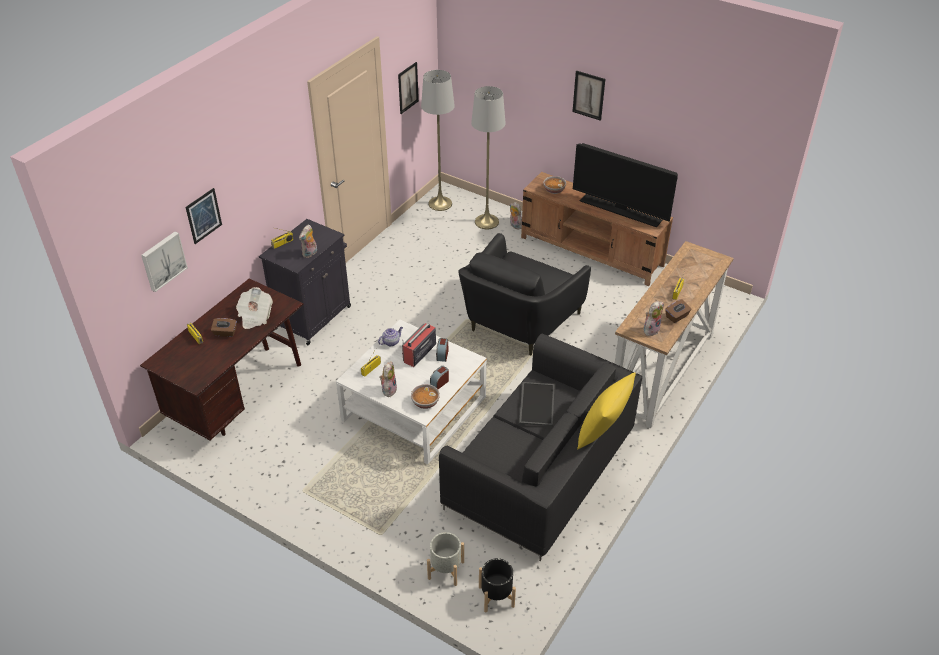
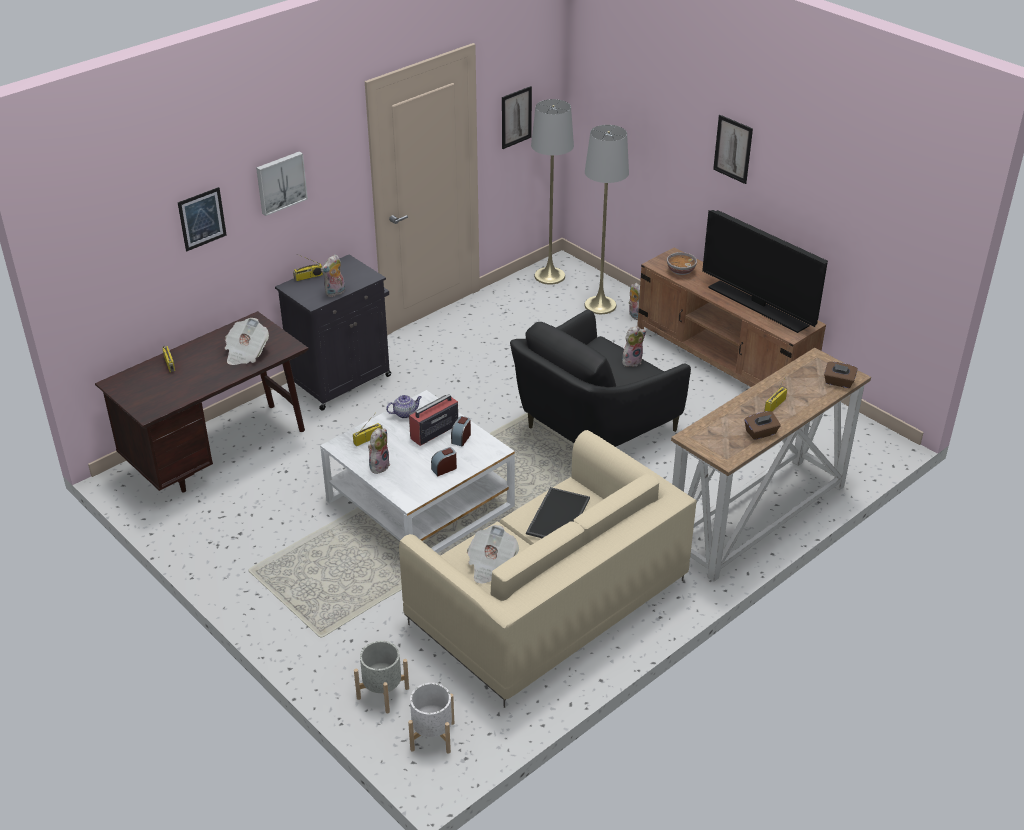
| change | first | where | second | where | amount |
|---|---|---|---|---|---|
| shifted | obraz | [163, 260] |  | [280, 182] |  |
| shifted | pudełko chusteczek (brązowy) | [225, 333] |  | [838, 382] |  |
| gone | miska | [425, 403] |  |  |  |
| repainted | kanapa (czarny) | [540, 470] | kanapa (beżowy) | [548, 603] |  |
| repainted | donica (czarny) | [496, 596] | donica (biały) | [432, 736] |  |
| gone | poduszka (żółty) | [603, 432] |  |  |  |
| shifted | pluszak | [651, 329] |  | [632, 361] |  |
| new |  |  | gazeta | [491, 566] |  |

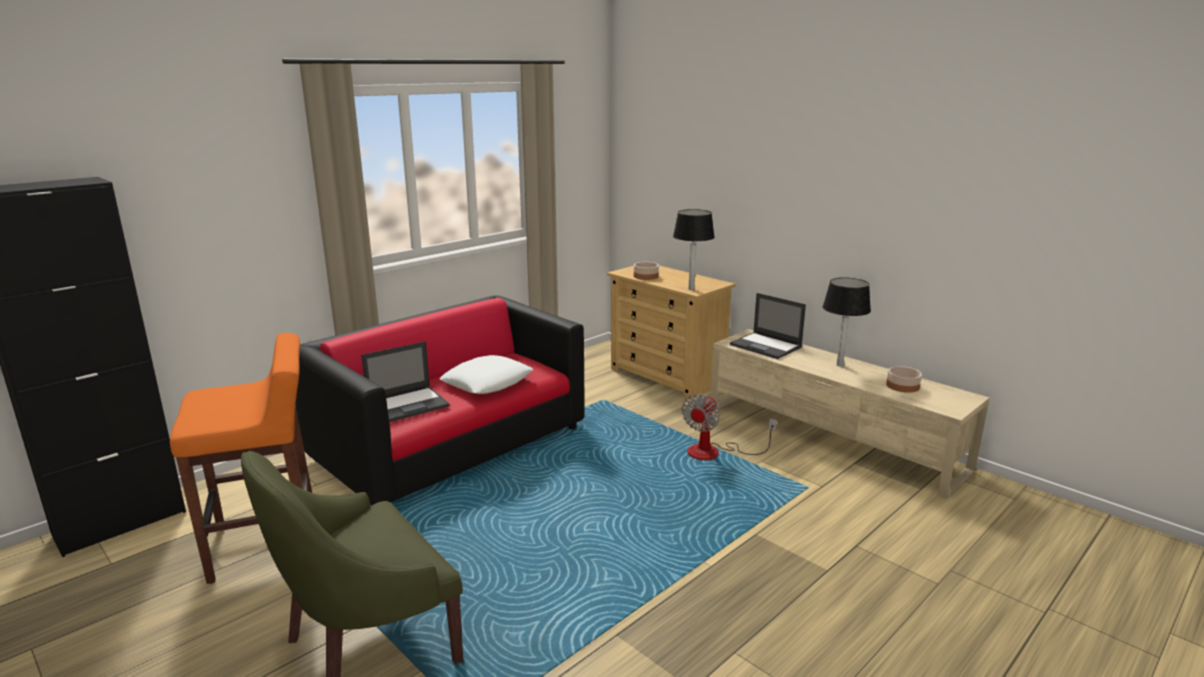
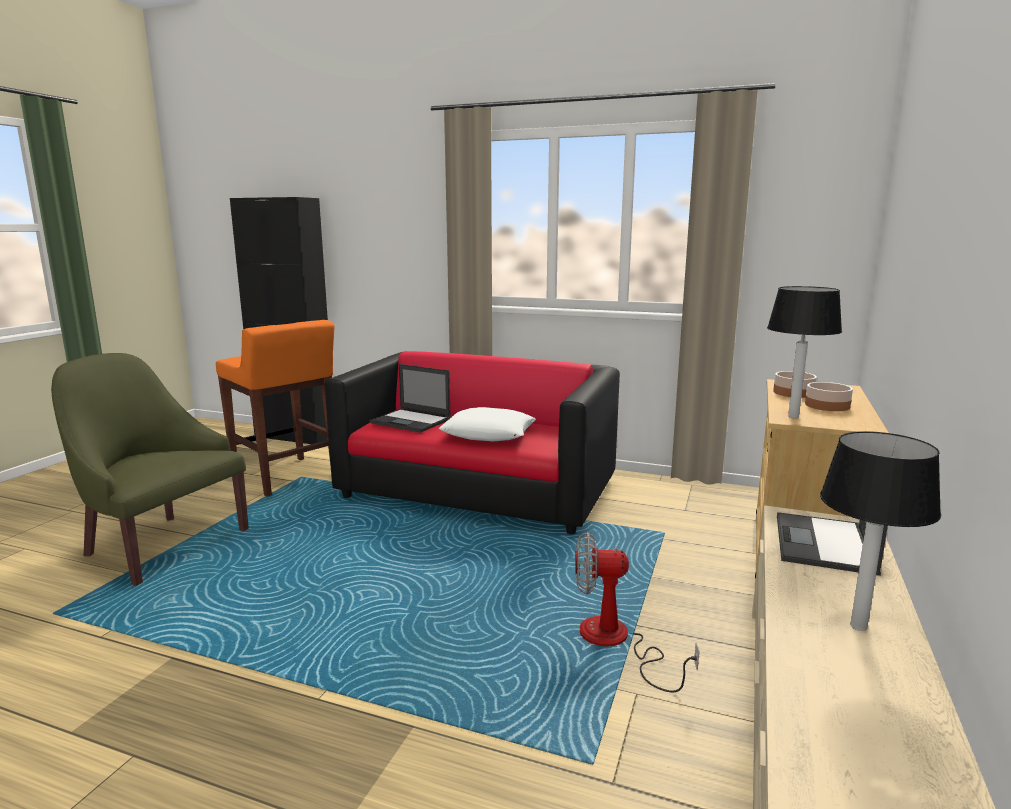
| change | first | where | second | where | amount |
|---|---|---|---|---|---|
| shifted | miska | [902, 386] |  | [827, 405] |  |

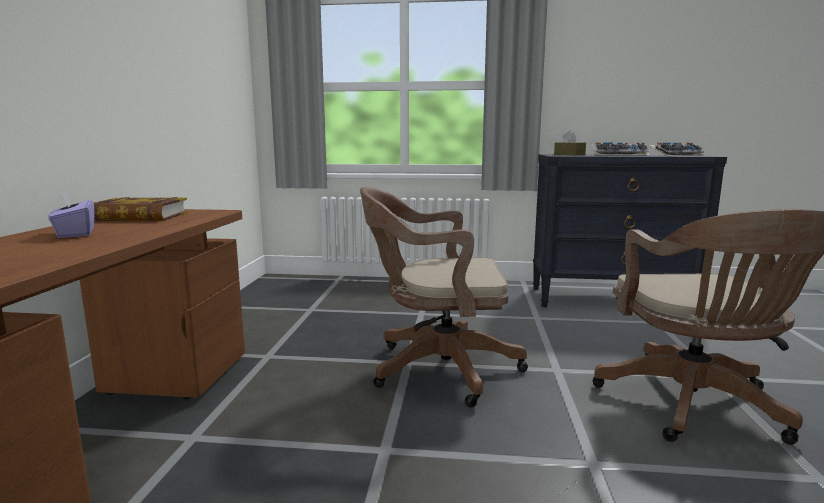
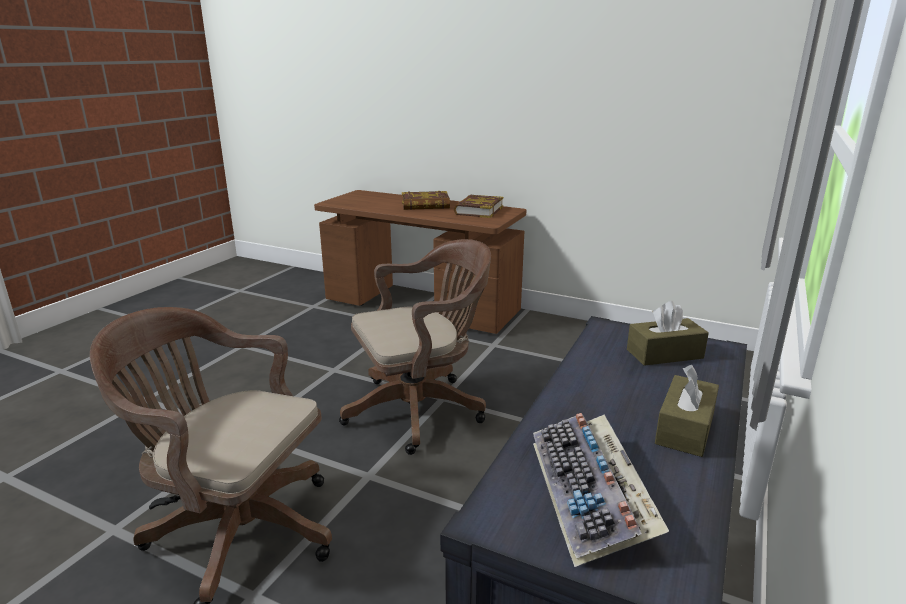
| change | first | where | second | where | amount |
|---|---|---|---|---|---|
| swapped | pudełko chusteczek (fioletowy) | [75, 234] | książka | [425, 205] |  |
| rotated | krzesło biurowe (brązowy) | [437, 368] |  | [421, 409] | 45 degrees clockwise |
| swapped | klawiatura | [620, 154] | pudełko chusteczek (brązowy) | [685, 429] |  |

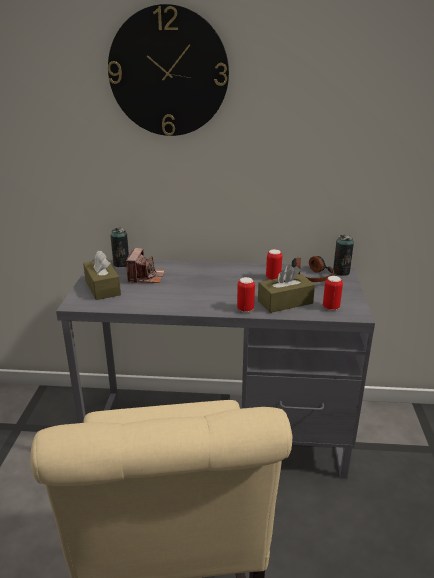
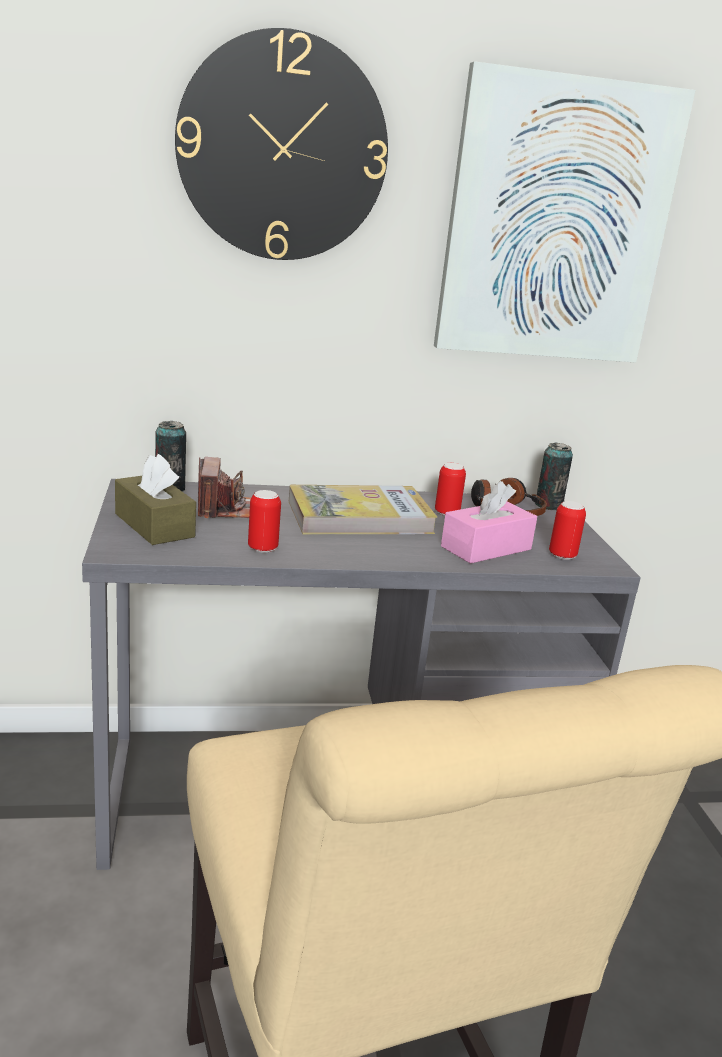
| change | first | where | second | where | amount |
|---|---|---|---|---|---|
| shifted | puszka | [245, 309] |  | [262, 548] |  |
| repainted | pudełko chusteczek (brązowy) | [285, 302] | pudełko chusteczek (różowy) | [486, 548] |  |
| new |  |  | książka | [359, 517] |  |
| new |  |  | obraz | [556, 222] |  |

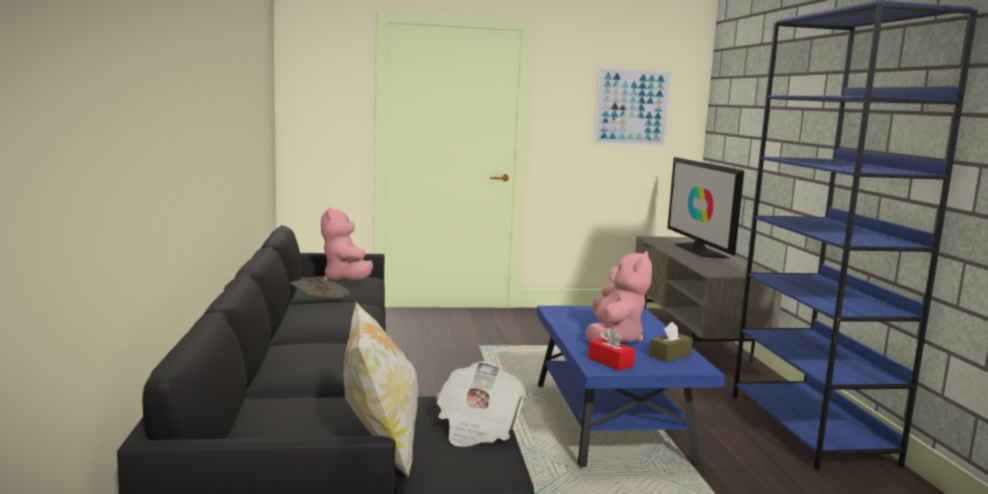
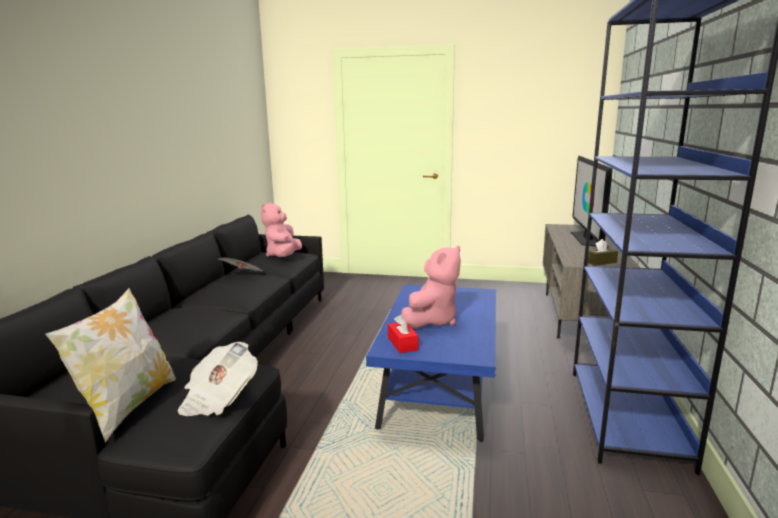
| change | first | where | second | where | amount |
|---|---|---|---|---|---|
| gone | obraz | [632, 107] |  |  |  |
| shifted | pudełko chusteczek (brązowy) | [670, 355] |  | [600, 262] |  |

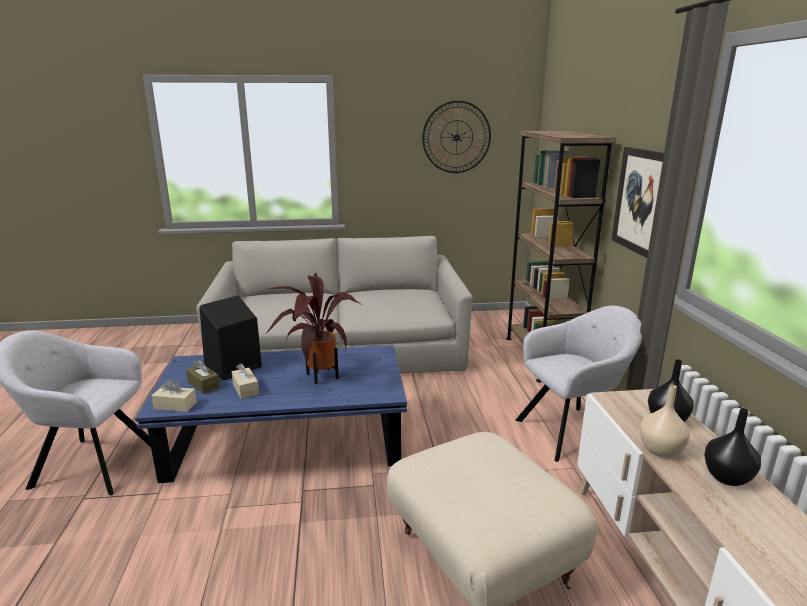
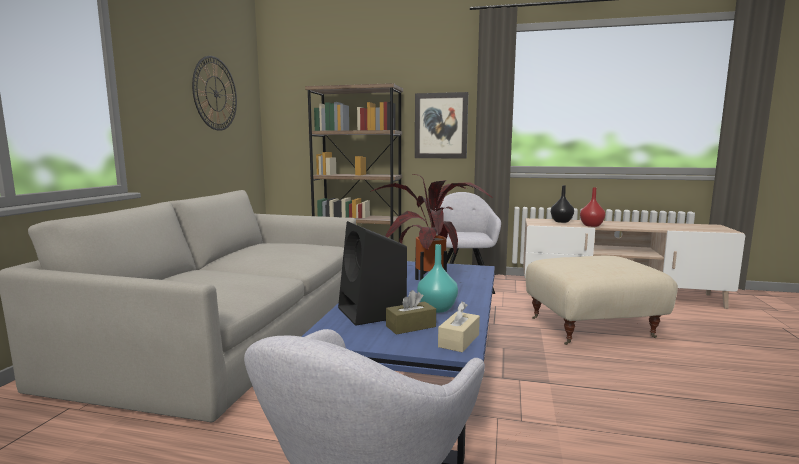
| change | first | where | second | where | amount |
|---|---|---|---|---|---|
| swapped | pudełko chusteczek (beżowy) | [245, 389] | wazon (turkusowy) | [437, 308] |  |
| repainted | wazon (beżowy) | [661, 451] | wazon (czerwony) | [592, 225] |  |
| gone | wazon (czarny) | [727, 478] |  |  |  |

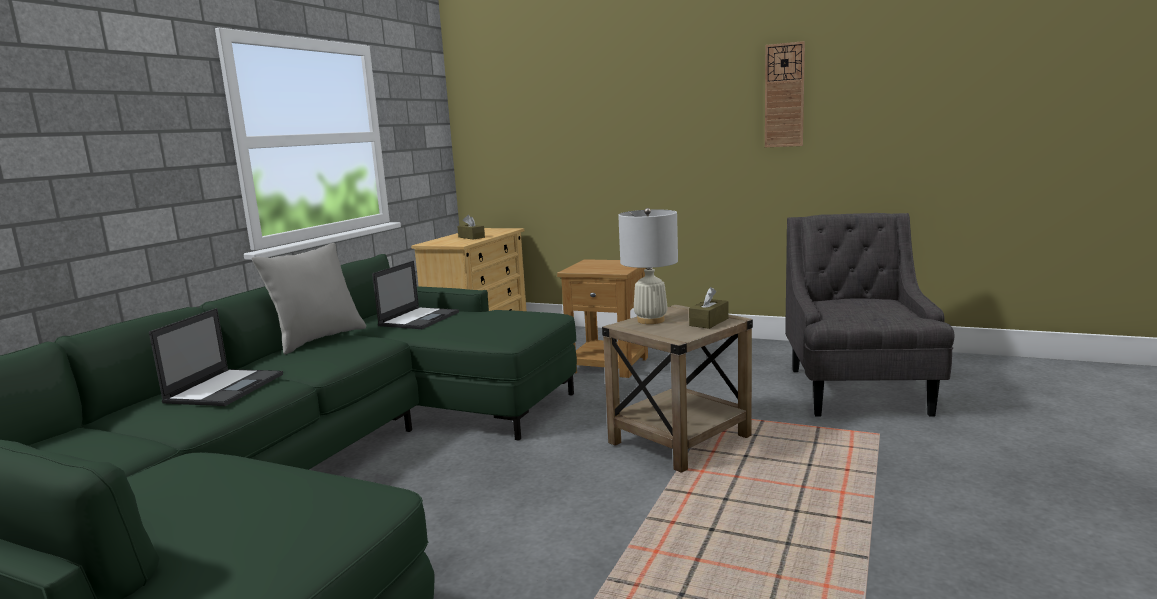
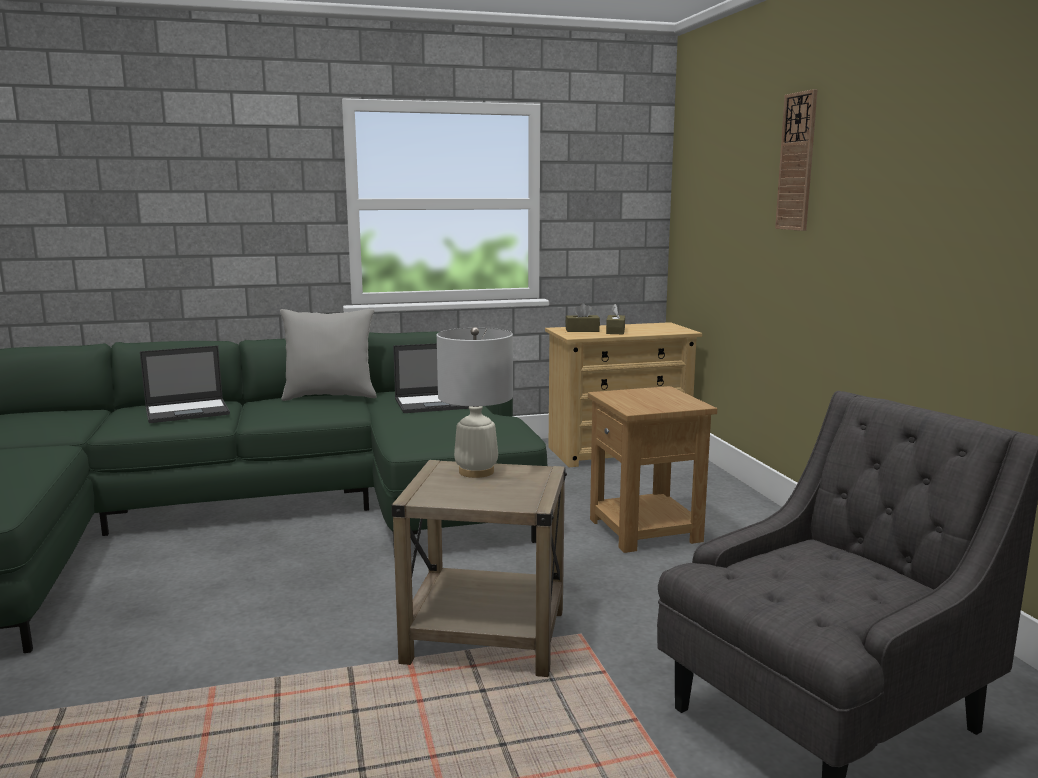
| change | first | where | second | where | amount |
|---|---|---|---|---|---|
| shifted | pudełko chusteczek (brązowy) | [709, 322] |  | [582, 330] |  |
| shifted | zegar ścienny | [784, 95] |  | [797, 162] |  |

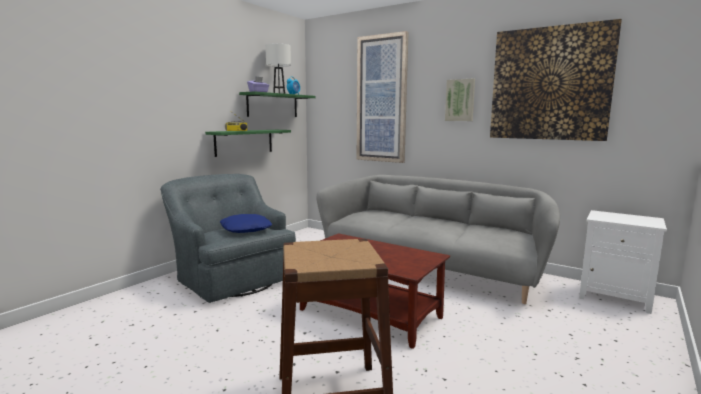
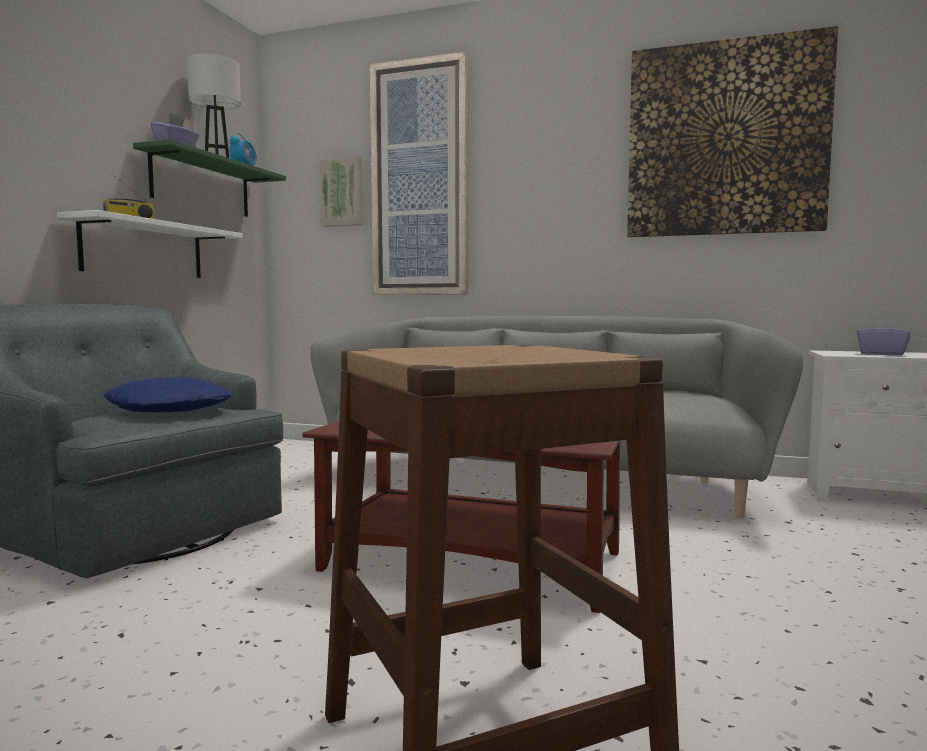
| change | first | where | second | where | amount |
|---|---|---|---|---|---|
| repainted | półka (zielony) | [244, 142] | półka (biały) | [144, 250] |  |
| shifted | obraz | [460, 100] |  | [342, 193] |  |
| new |  |  | pudełko chusteczek (fioletowy) | [882, 354] |  |

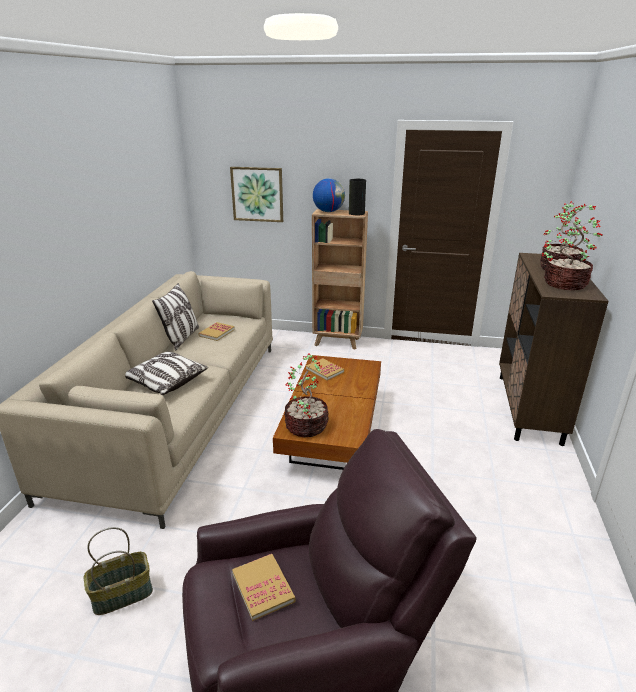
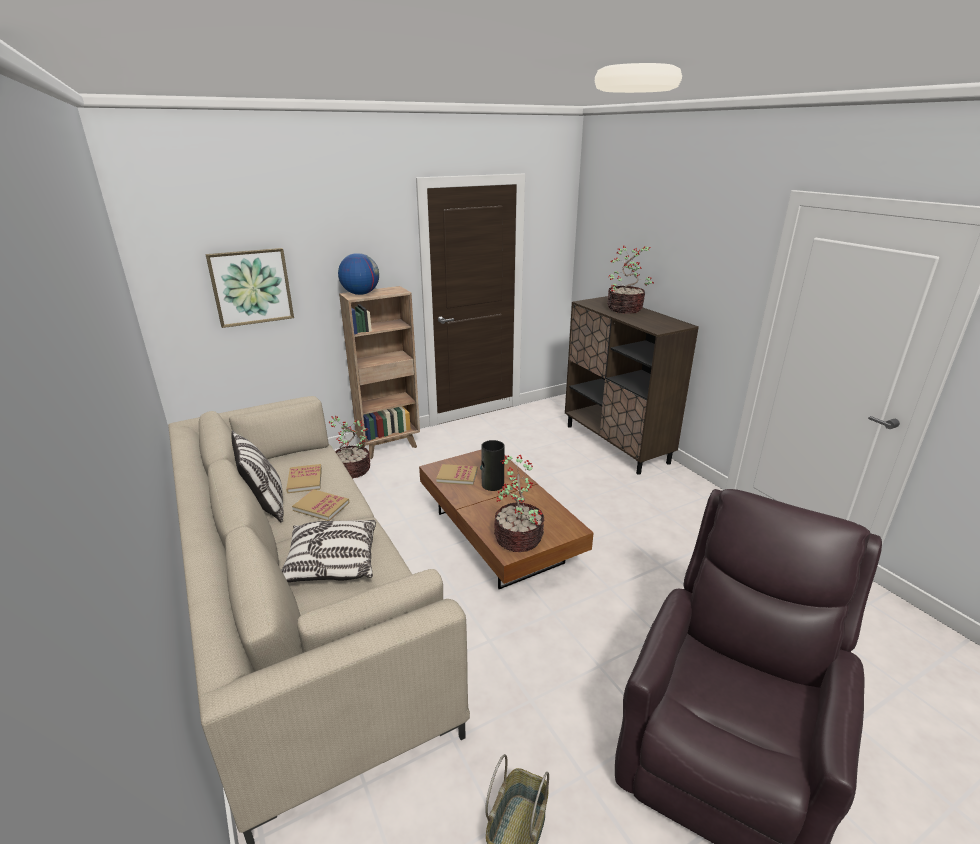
| change | first | where | second | where | amount |
|---|---|---|---|---|---|
| shifted | książka | [263, 587] |  | [321, 506] |  |
| shifted | wazon | [356, 213] |  | [492, 484] |  |
| shifted | roślina doniczkowa | [563, 284] |  | [351, 471] |  |

